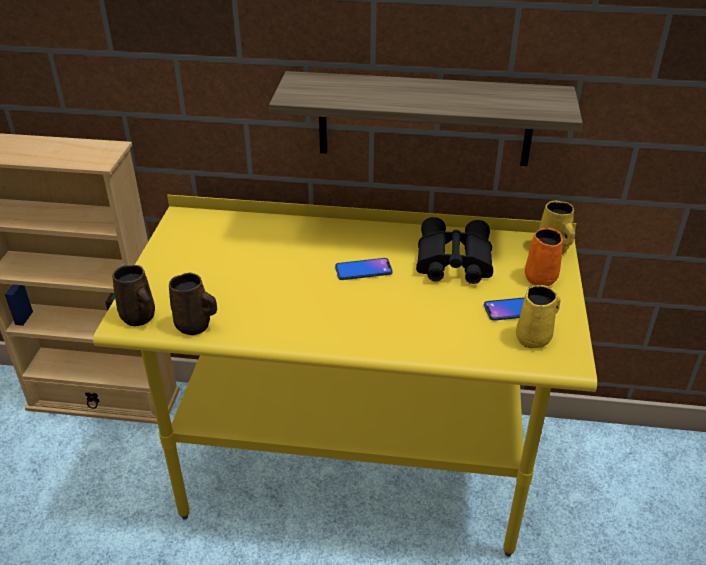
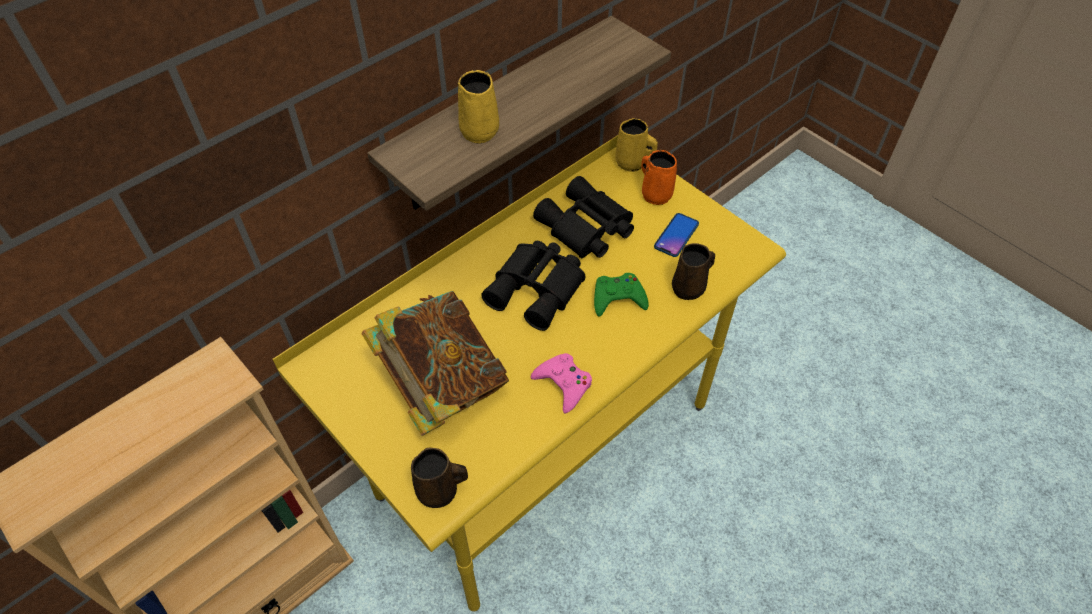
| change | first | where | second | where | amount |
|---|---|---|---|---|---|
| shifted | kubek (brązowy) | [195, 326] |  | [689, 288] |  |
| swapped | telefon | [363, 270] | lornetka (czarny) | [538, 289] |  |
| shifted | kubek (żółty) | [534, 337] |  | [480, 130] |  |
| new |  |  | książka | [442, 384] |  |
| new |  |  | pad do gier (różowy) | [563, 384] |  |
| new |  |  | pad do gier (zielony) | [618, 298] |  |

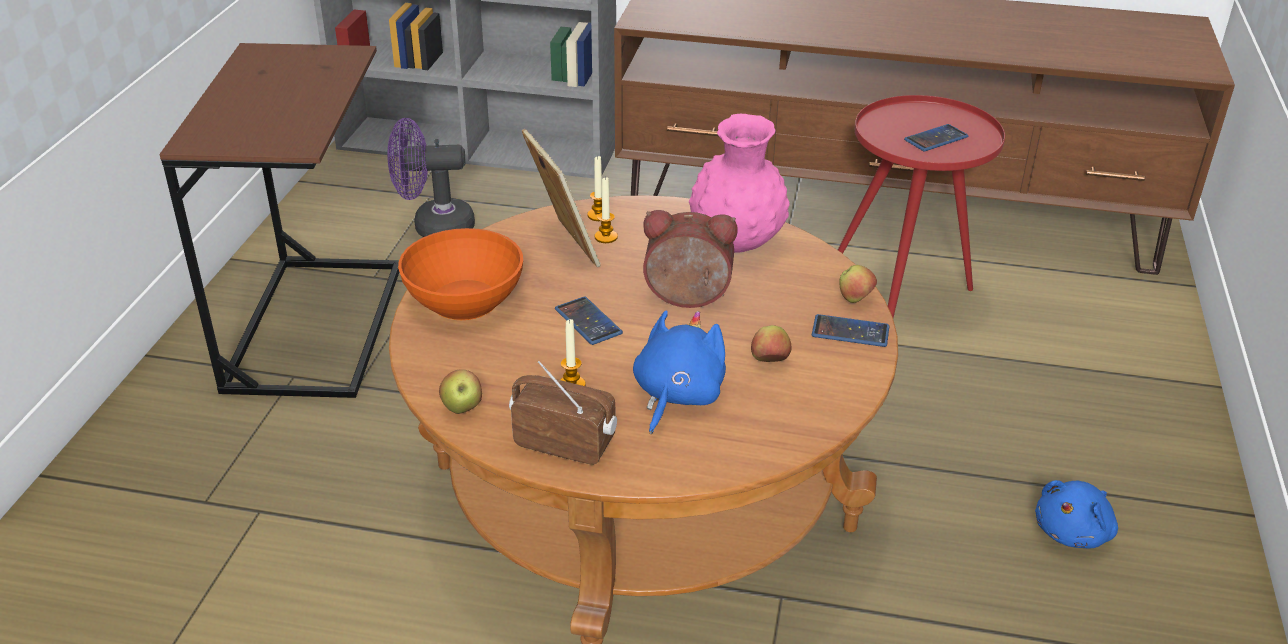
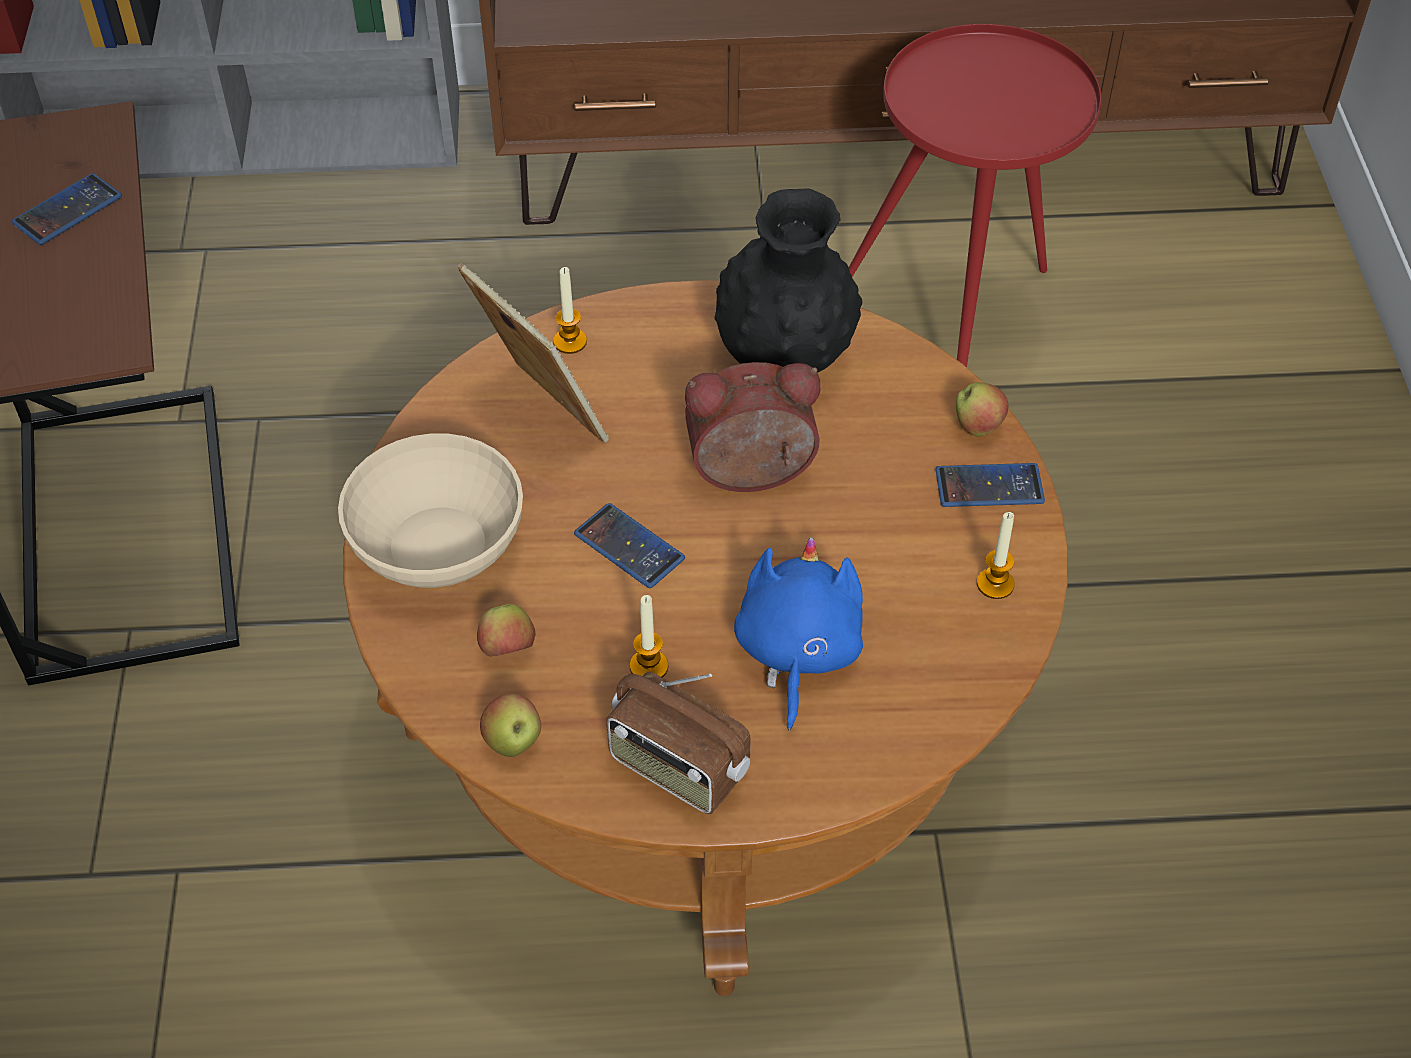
| change | first | where | second | where | amount |
|---|---|---|---|---|---|
| gone | wentylator (fioletowy) | [433, 226] |  |  |  |
| repainted | miska (pomarańczowy) | [463, 300] | miska (beżowy) | [436, 546] |  |
| rotated | radio | [565, 443] |  | [677, 768] | 150 degrees counterclockwise |
| shifted | świeca | [606, 237] |  | [995, 584] |  |
| repainted | wazon (różowy) | [736, 244] | wazon (czarny) | [784, 358] |  |
| shifted | jabłko | [769, 361] |  | [508, 650] |  |
| shifted | telefon | [936, 139] |  | [67, 210] |  |
| gone | pluszak (niebieski) | [1074, 532] |  |  |  |

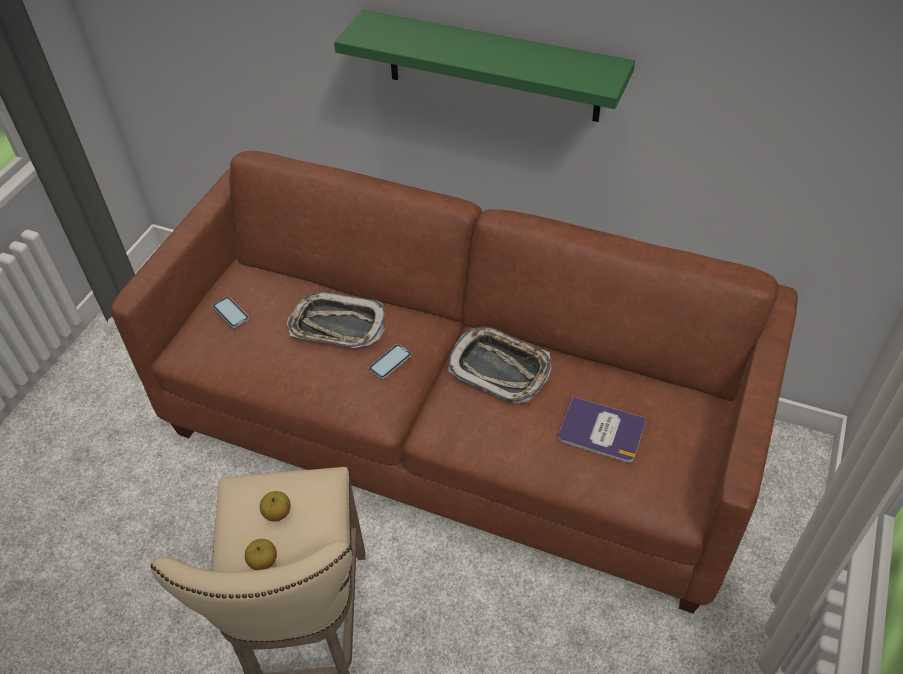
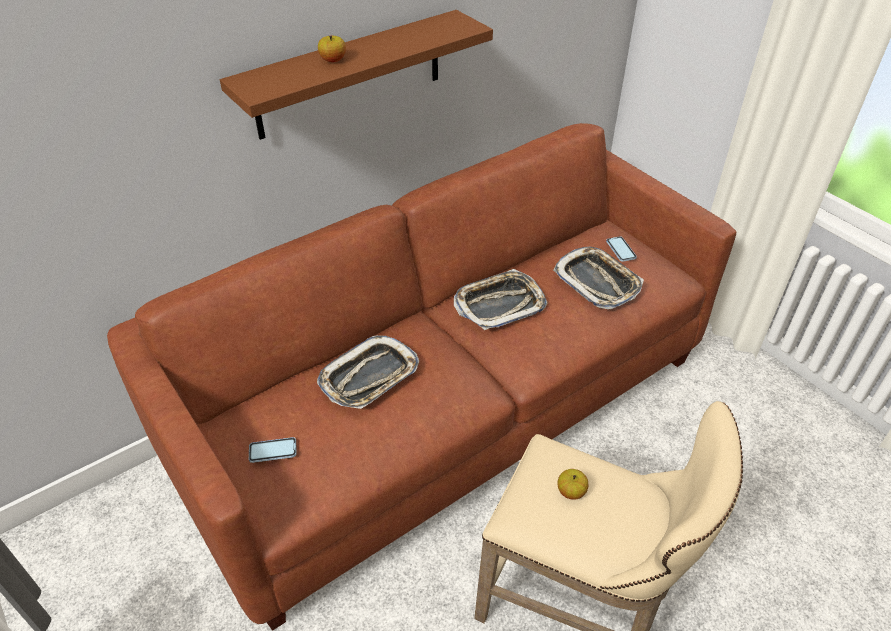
| change | first | where | second | where | amount |
|---|---|---|---|---|---|
| shifted | jabłko | [263, 561] |  | [333, 60] |  |
| repainted | półka (zielony) | [492, 67] | półka (brązowy) | [350, 75] |  |
| shifted | telefon | [390, 362] |  | [621, 250] |  |
| swapped | książka | [601, 430] | taca | [597, 282] |  |

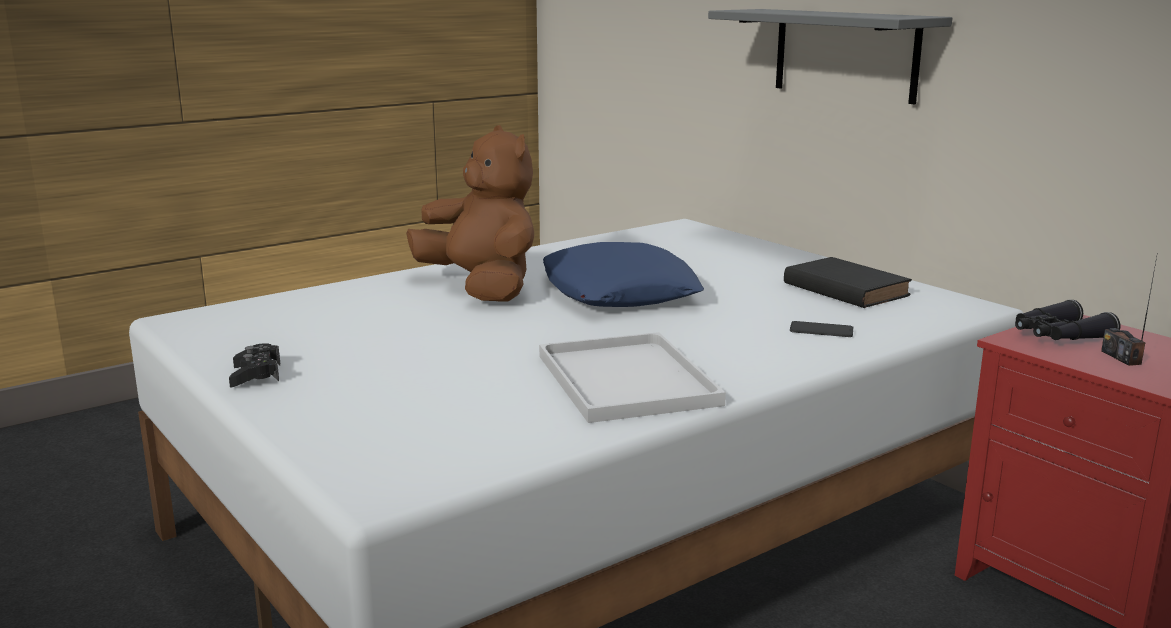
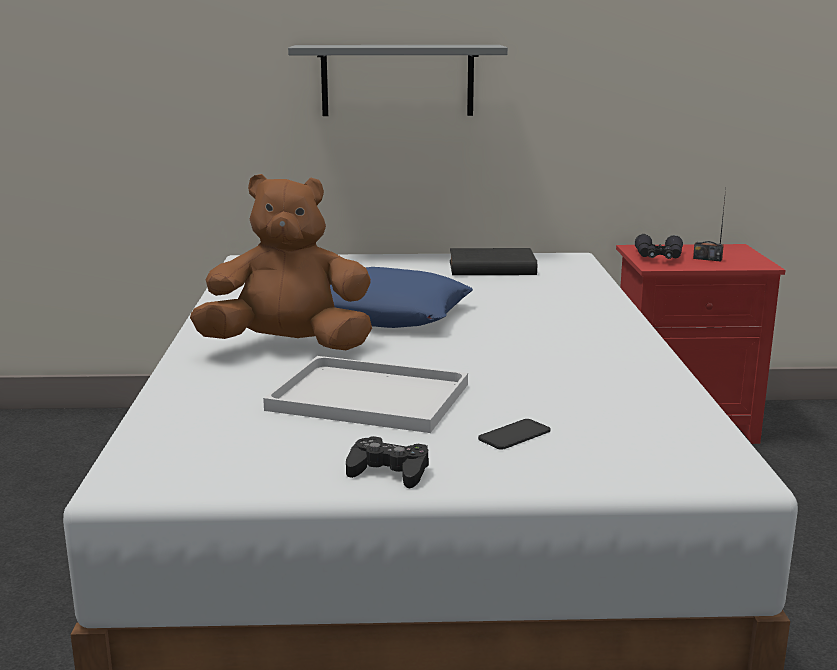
| change | first | where | second | where | amount |
|---|---|---|---|---|---|
| shifted | taca (biały) | [630, 381] |  | [373, 397] |  |
| shifted | telefon | [821, 330] |  | [514, 435] |  |

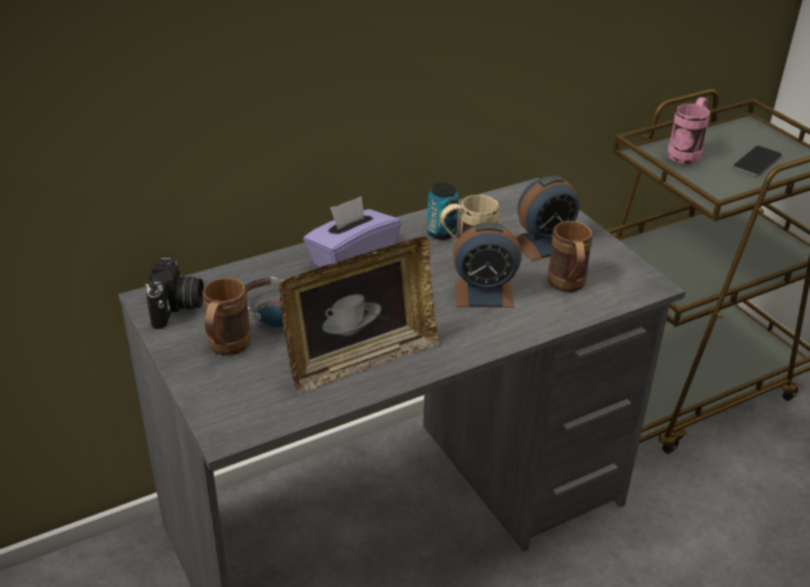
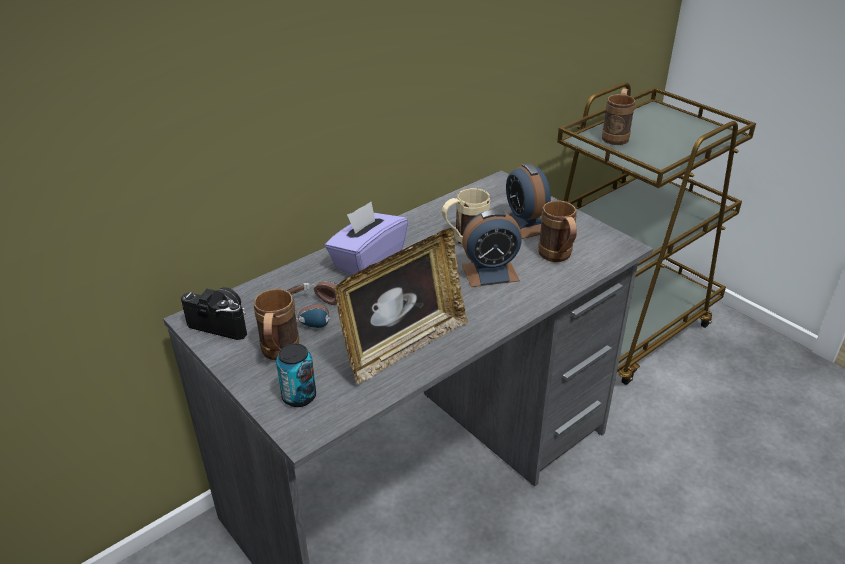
| change | first | where | second | where | amount |
|---|---|---|---|---|---|
| rotated | aparat fotograficzny | [177, 308] |  | [223, 323] | 60 degrees counterclockwise |
| shifted | puszka | [441, 233] |  | [299, 396] |  |
| rotated | budzik | [543, 244] |  | [525, 224] | 105 degrees clockwise |
| repainted | kubek (różowy) | [687, 153] | kubek (brązowy) | [616, 136] |  |
| gone | telefon | [757, 161] |  |  |  |

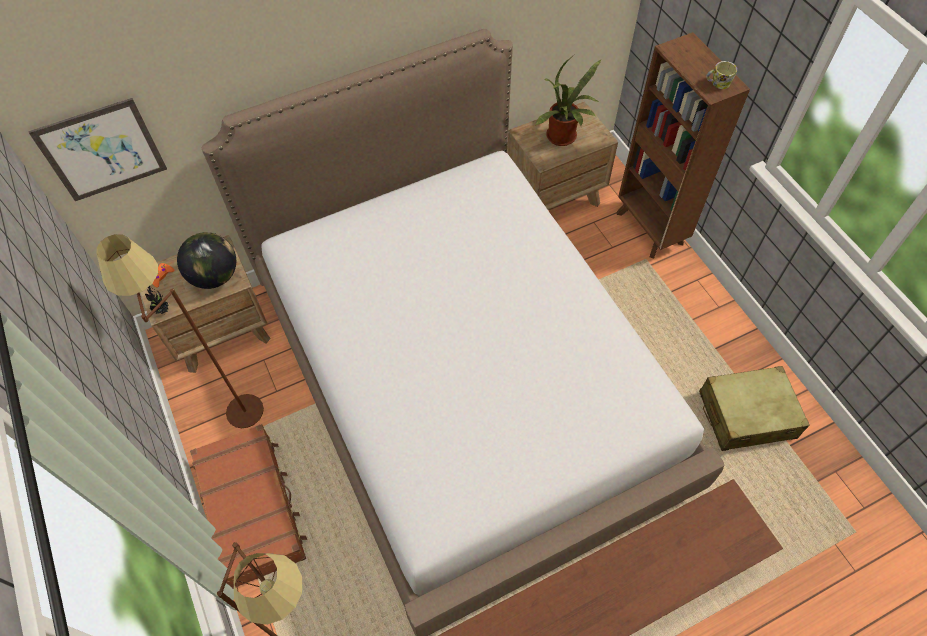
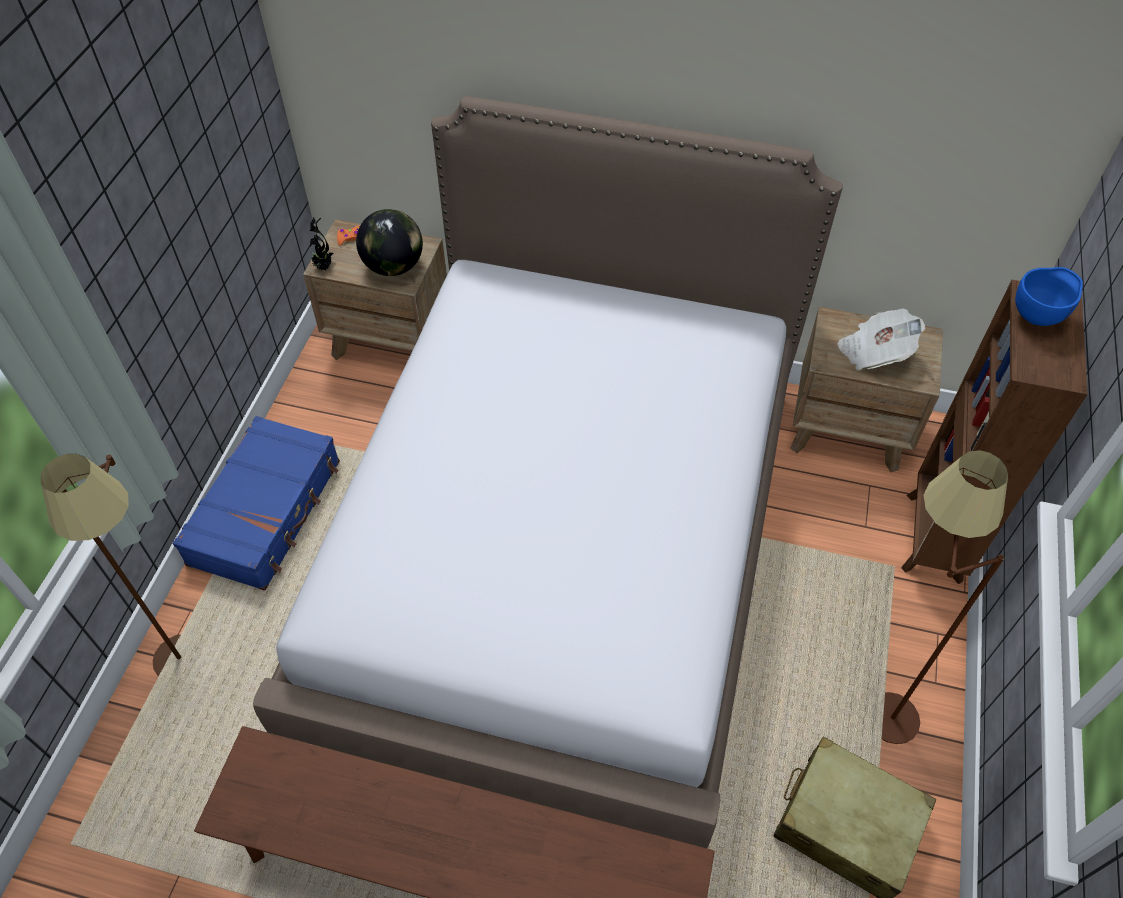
| change | first | where | second | where | amount |
|---|---|---|---|---|---|
| gone | obraz | [102, 150] |  |  |  |
| shifted | lampa stojąca (brązowy) | [228, 407] |  | [874, 698] |  |
| repainted | walizka (brązowy) | [253, 508] | walizka (niebieski) | [267, 512] |  |
| swapped | roślina doniczkowa | [563, 138] | gazeta | [874, 352] |  |
| gone | kubek | [718, 83] |  |  |  |
| new |  |  | miska (niebieski) | [1037, 316] |  |

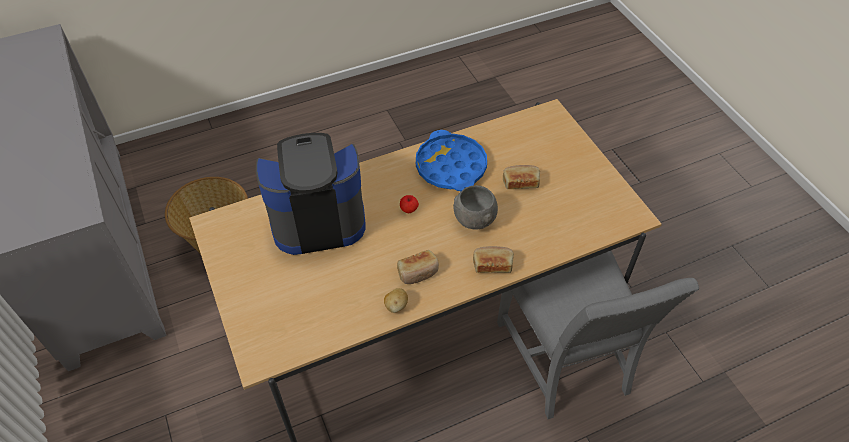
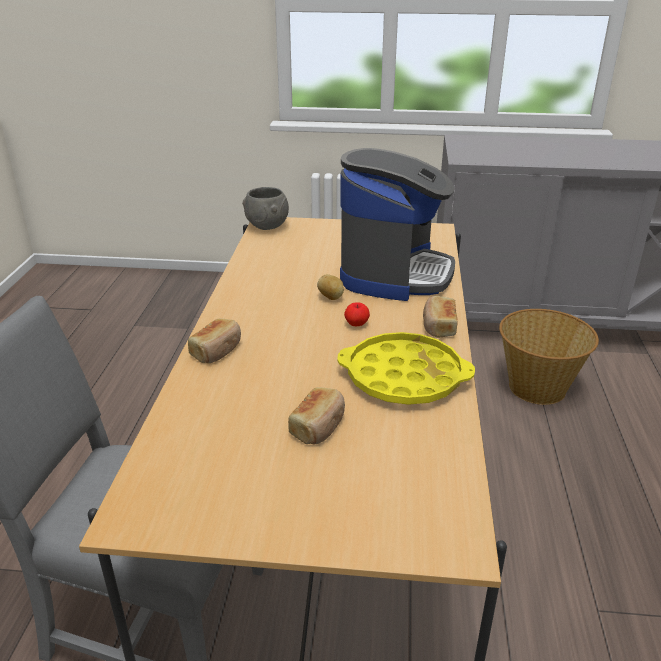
| change | first | where | second | where | amount |
|---|---|---|---|---|---|
| shifted | ziemniak | [396, 306] |  | [331, 297] |  |
| shifted | chleb | [418, 273] |  | [438, 326] |  |
| repainted | taca (niebieski) | [451, 166] | taca (żółty) | [404, 377] |  |
| shifted | miska (szary) | [474, 221] |  | [266, 227] |  |

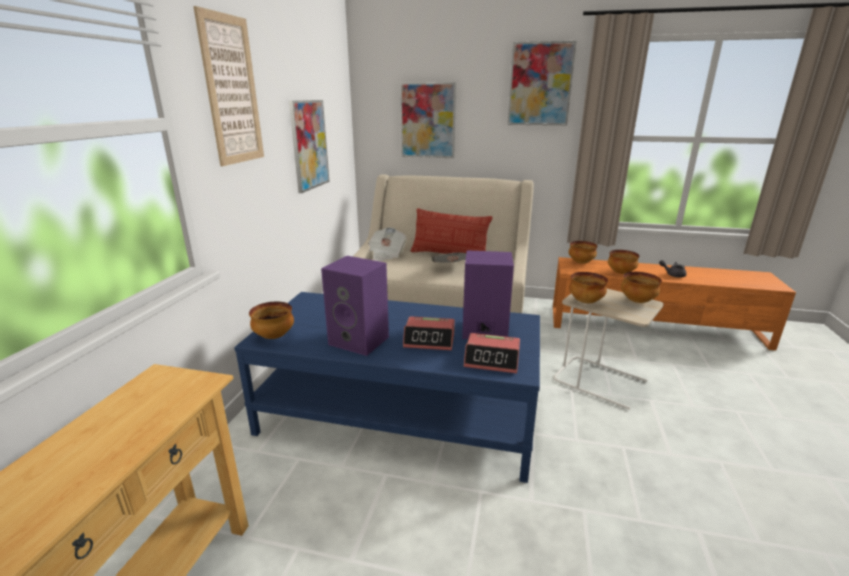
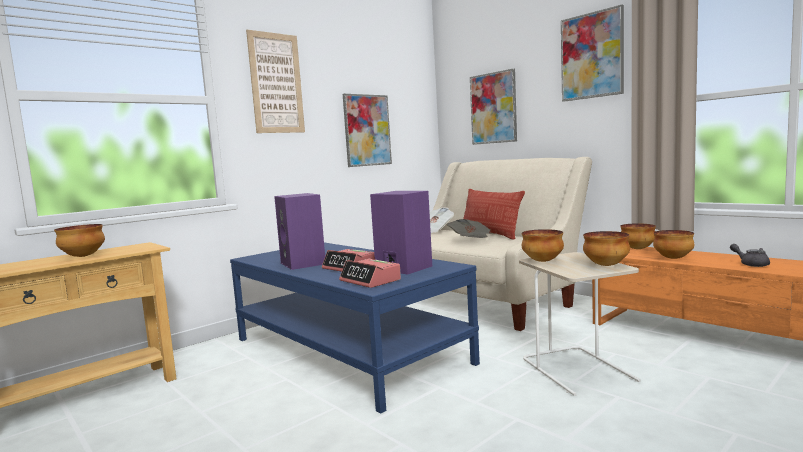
| change | first | where | second | where | amount |
|---|---|---|---|---|---|
| shifted | miska | [274, 337] |  | [82, 256] |  |

